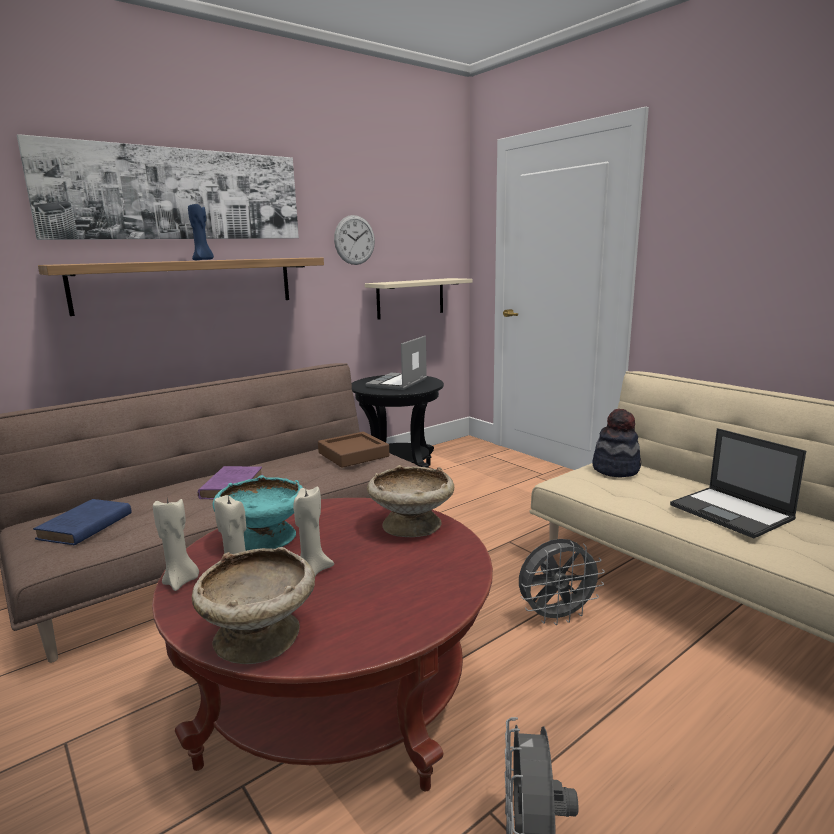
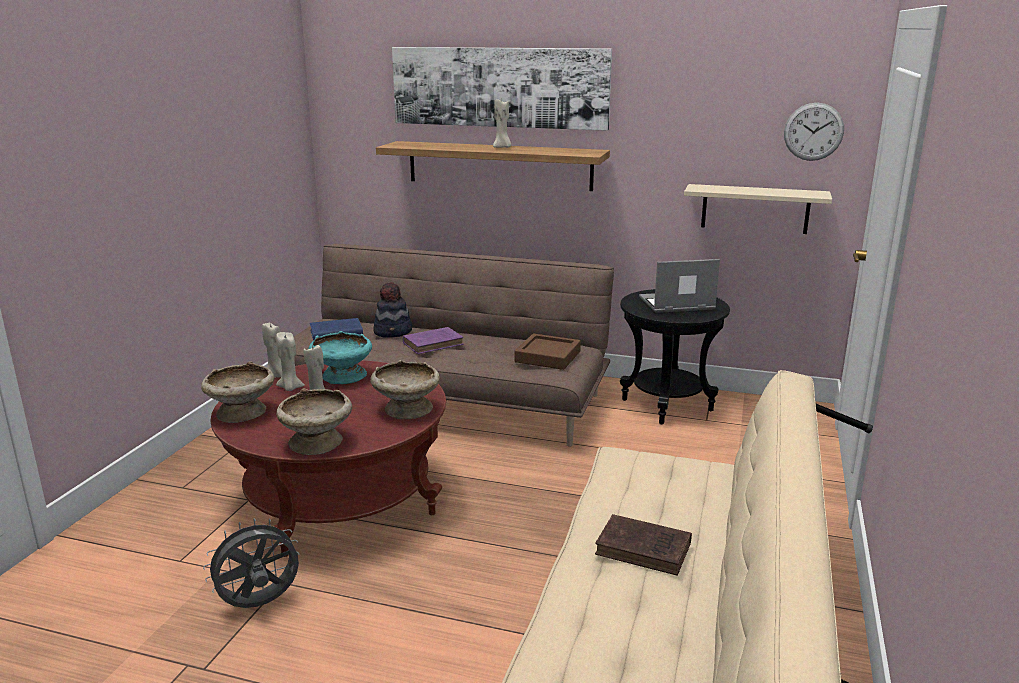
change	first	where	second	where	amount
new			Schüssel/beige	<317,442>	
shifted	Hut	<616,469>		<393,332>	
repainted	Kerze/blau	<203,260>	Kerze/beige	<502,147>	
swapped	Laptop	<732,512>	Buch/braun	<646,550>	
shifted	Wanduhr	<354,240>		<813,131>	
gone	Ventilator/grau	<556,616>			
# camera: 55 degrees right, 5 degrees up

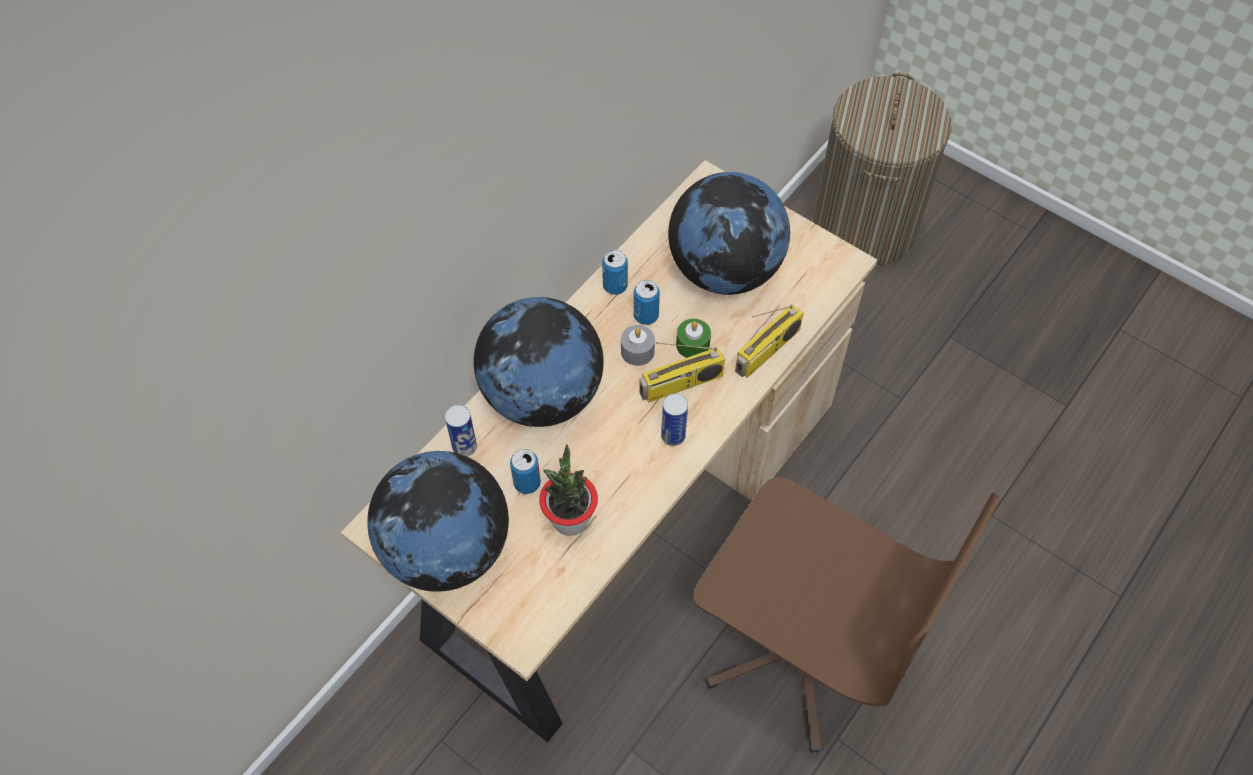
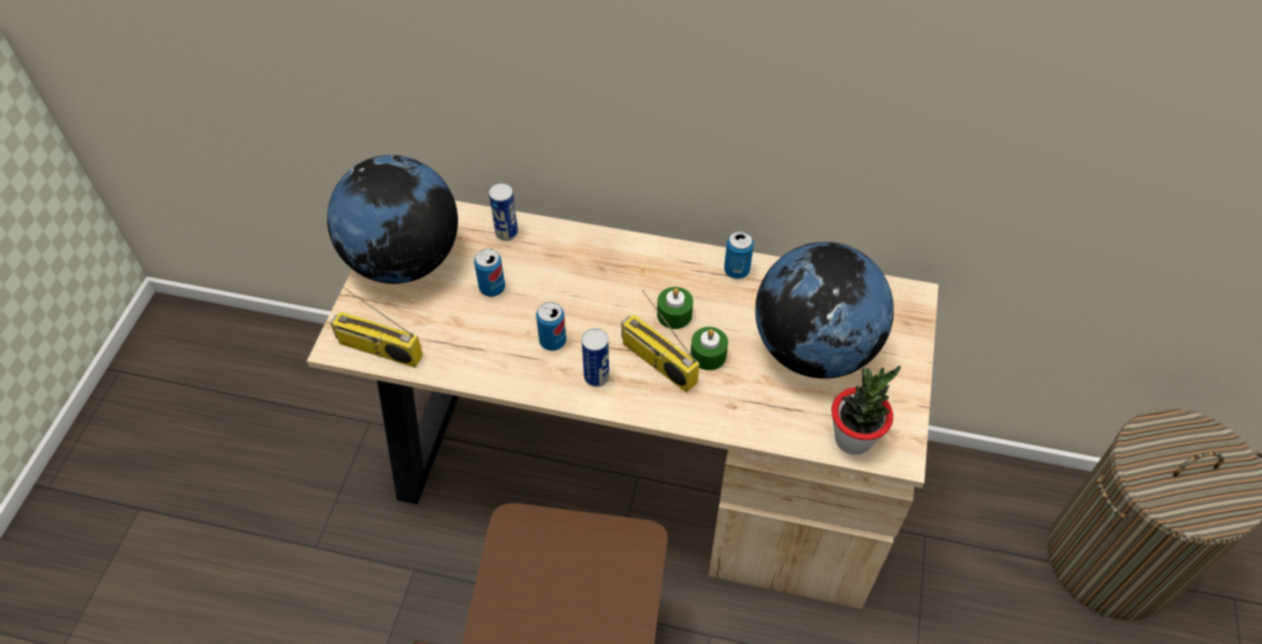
change	first	where	second	where	amount
shifted	Radio	<767,351>		<378,349>	
shifted	Dose	<646,316>		<552,341>	
repainted	Kerze/grau	<637,351>	Kerze/grün	<674,314>	
shifted	Topfpflanze	<570,519>		<853,438>	
gone	Globus	<542,395>			
# camera: 65 degrees right, 5 degrees down

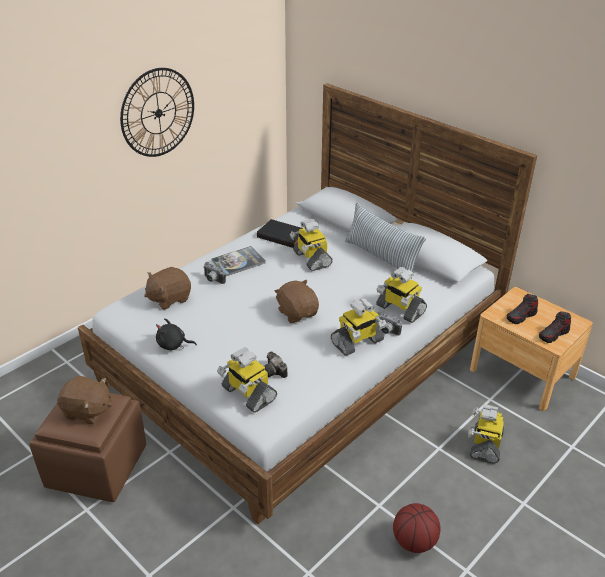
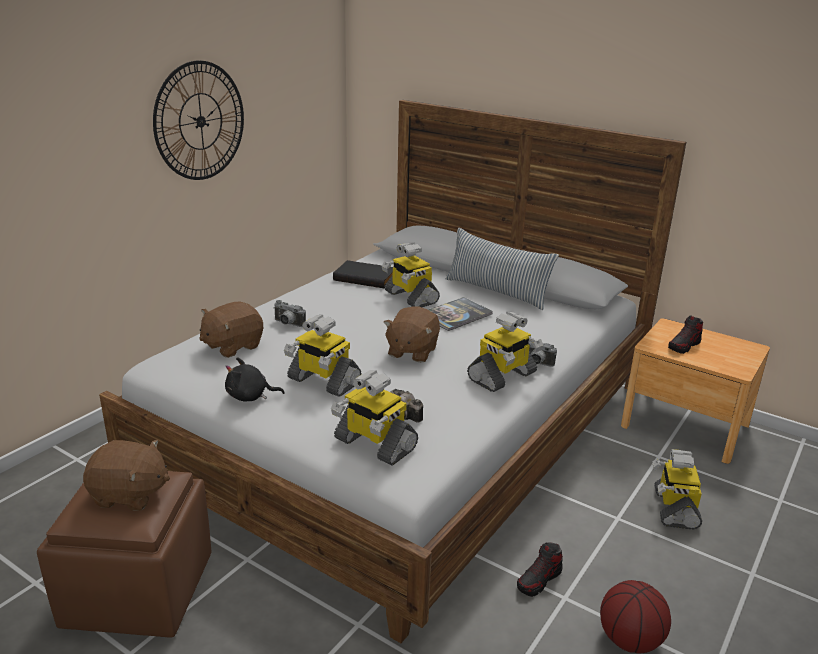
change	first	where	second	where	amount
shifted	Spielzeugroboter	<399,309>		<323,381>	
rotated	Plüschtier/braun	<297,313>		<412,351>	120 degrees counterclockwise
shifted	Buch	<238,262>		<456,315>	
shifted	Schuh	<553,335>		<539,580>	
# camera: 10 degrees left, 10 degrees down

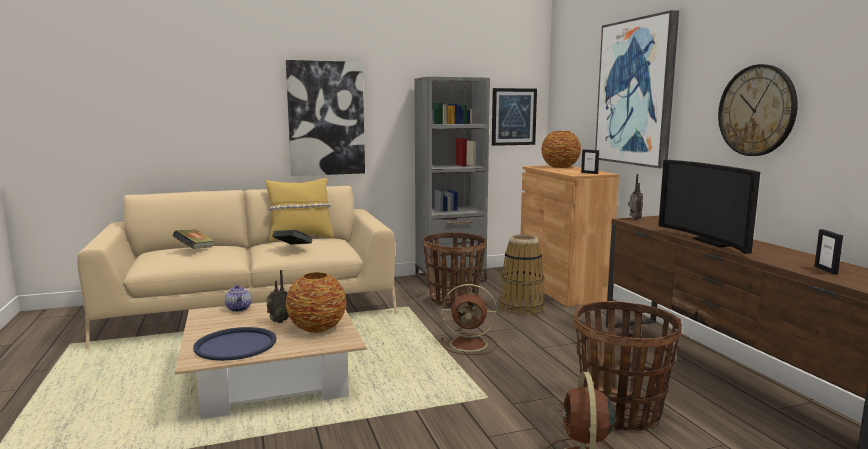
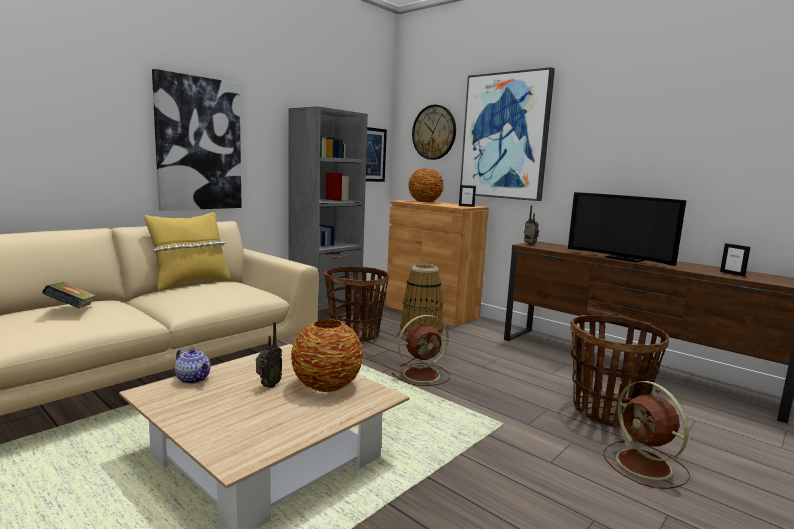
change	first	where	second	where	amount
shifted	Wanduhr	<757,110>		<434,132>	
gone	Tablett/blau	<235,345>			
gone	Buch	<293,248>			
# camera: 30 degrees left, 0 degrees up

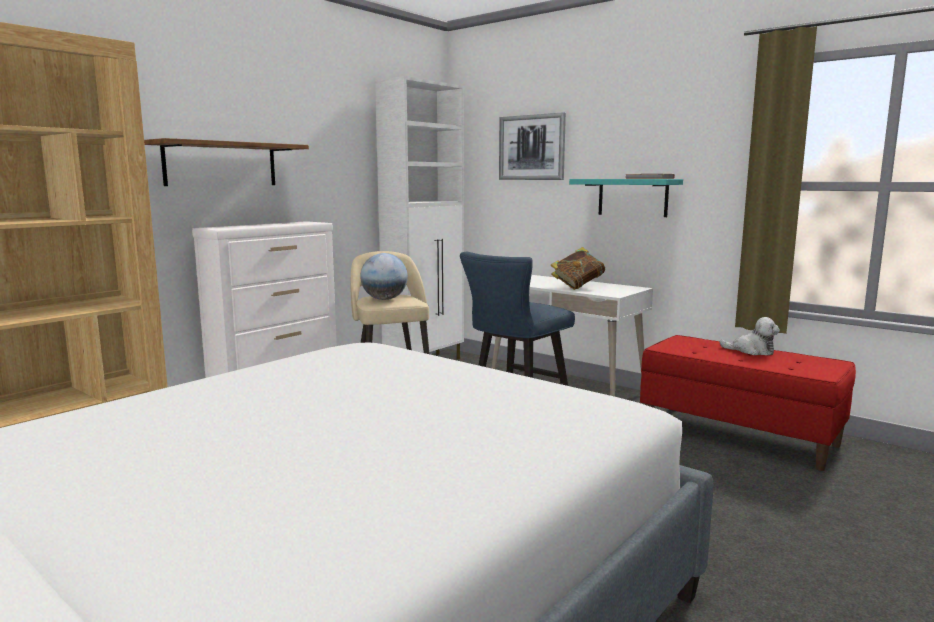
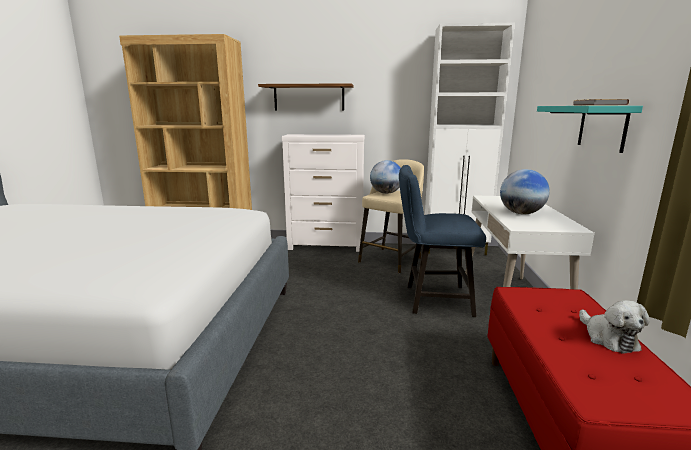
change	first	where	second	where	amount
swapped	Buch	<577,286>	Globus	<521,213>	
gone	Bild	<531,147>			
# camera: 55 degrees right, 5 degrees up

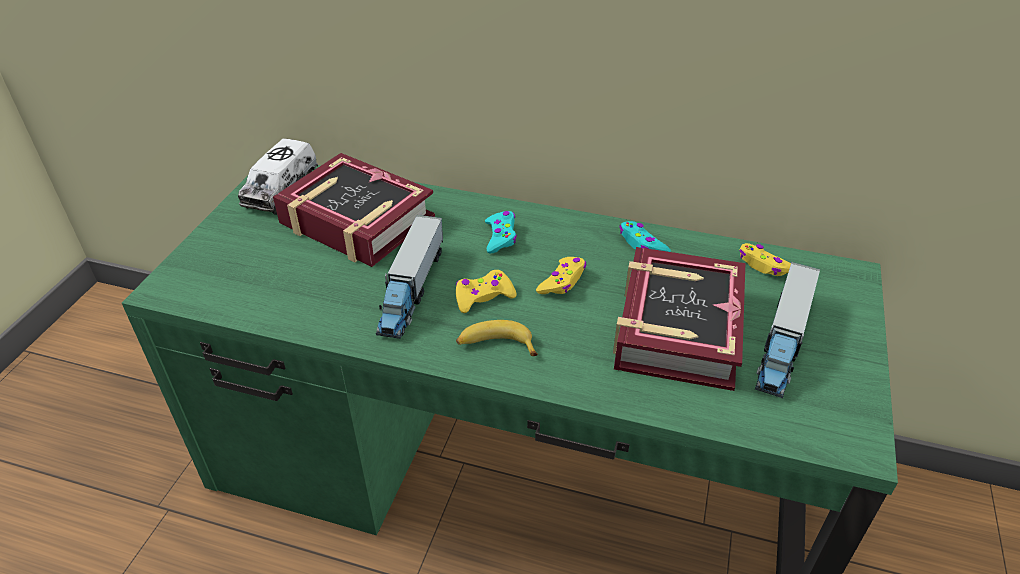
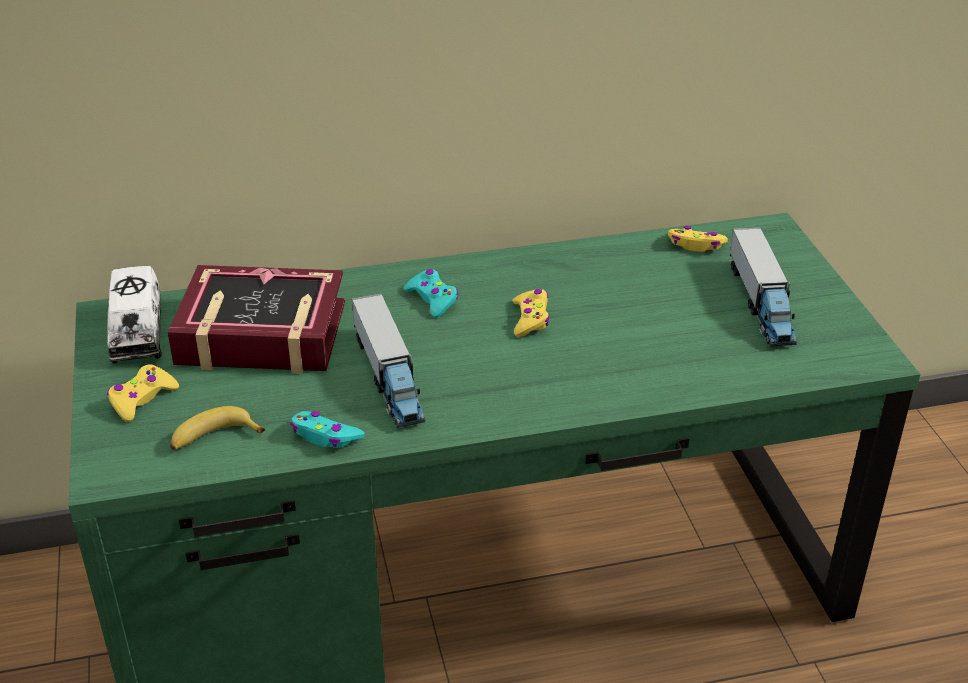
change	first	where	second	where	amount
shifted	Gamepad/gelb	<483,296>		<142,399>	
shifted	Banane	<495,345>		<213,438>	
shifted	Gamepad/türkis	<642,244>		<325,436>	
gone	Buch	<677,328>			
# camera: 30 degrees left, 5 degrees down

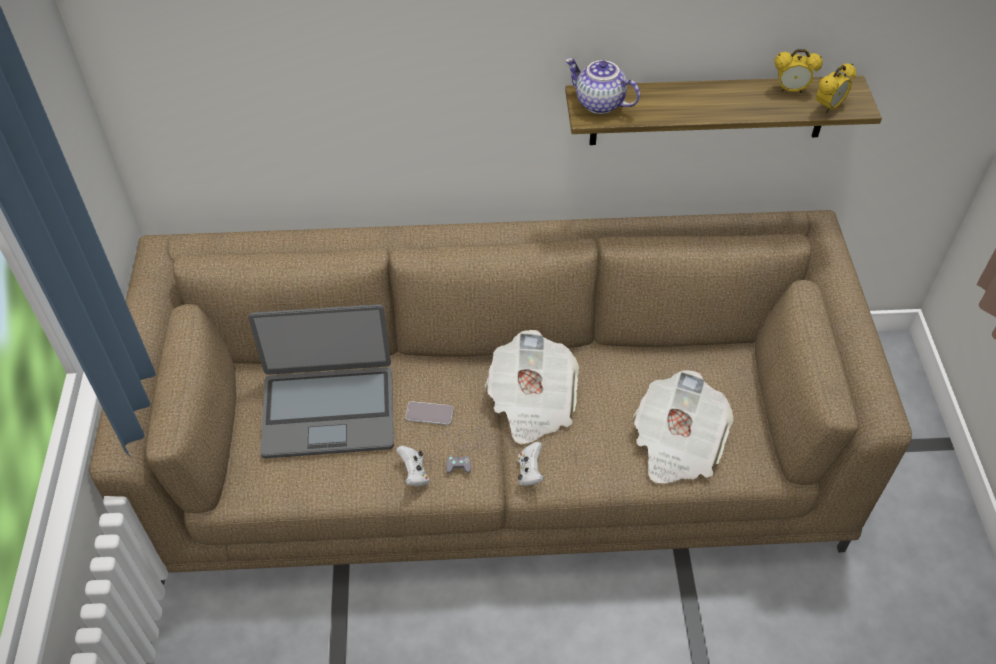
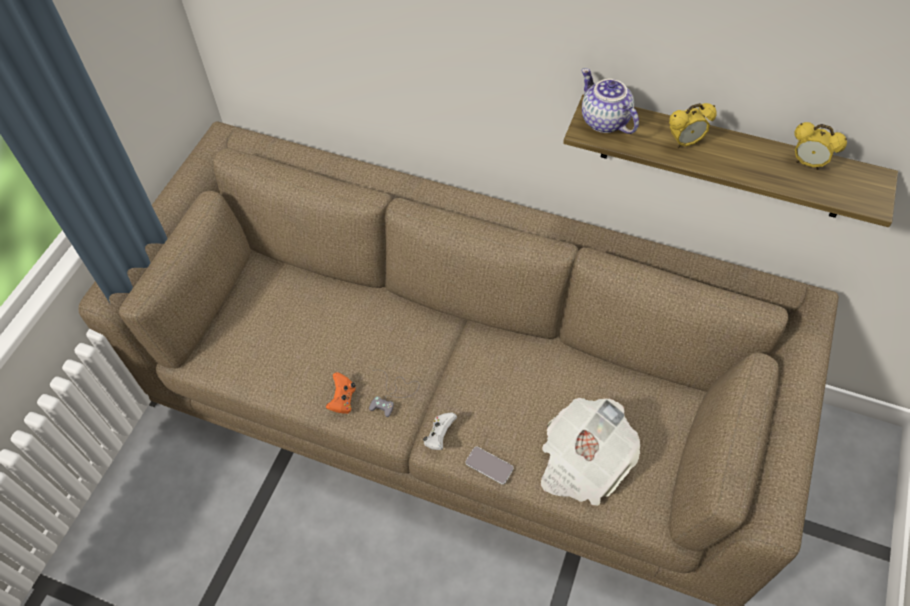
change	first	where	second	where	amount
repainted	Gamepad/weiß	<414,473>	Gamepad/orange	<342,400>	
shifted	Handy	<429,414>		<489,465>	
shifted	Wecker	<828,107>		<685,143>	
gone	Laptop	<328,411>			
gone	Zeitung	<531,403>			
# camera: 25 degrees right, 5 degrees up

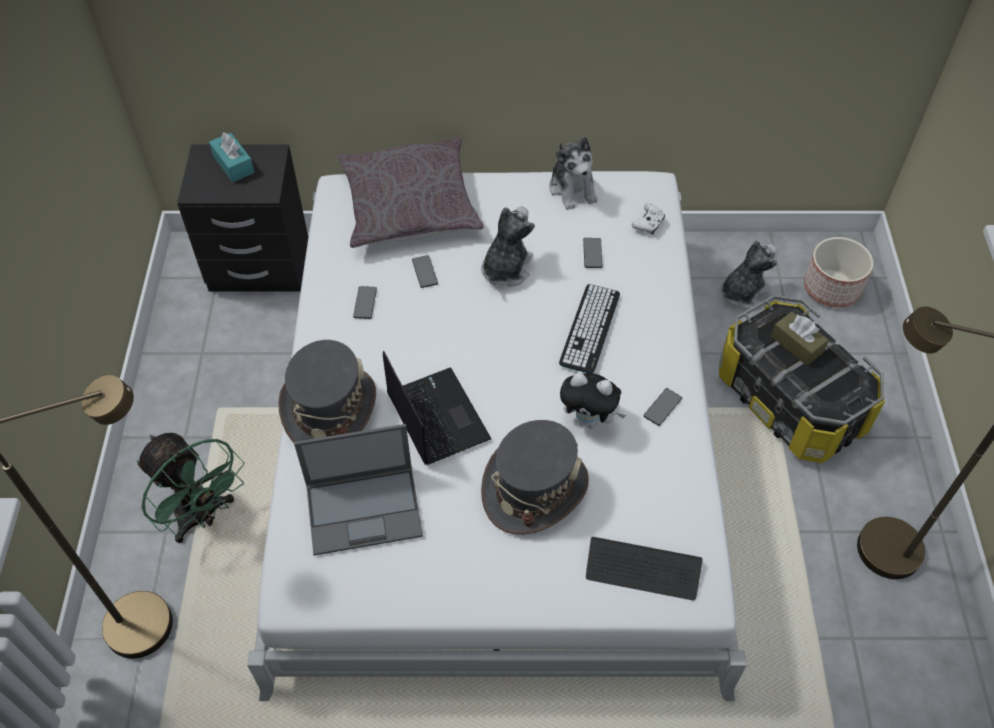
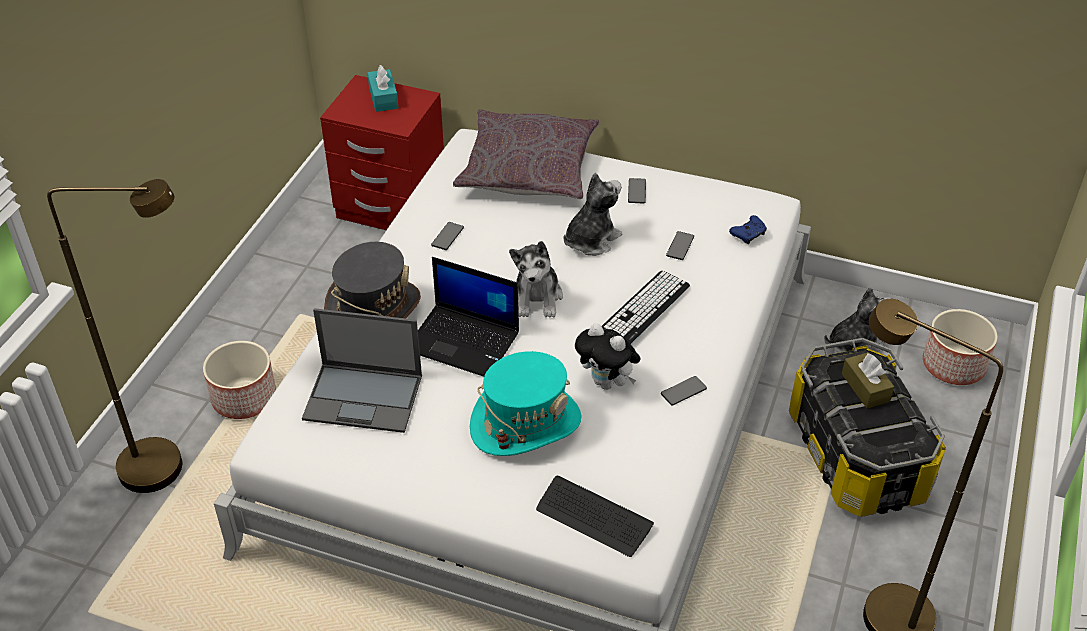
change	first	where	second	where	amount
swapped	Ventilator/grün	<202,517>	Pflanzkübel	<244,397>	
repainted	Nachttisch/schwarz	<259,265>	Nachttisch/rot	<391,207>	
rotated	Laptop	<436,416>		<464,341>	120 degrees clockwise
repainted	Hut/grau	<534,488>	Hut/türkis	<525,423>	
shifted	Plüschtier	<573,189>		<537,297>	
shifted	Handy	<424,272>		<637,191>	
repainted	Gamepad/weiß	<648,223>	Gamepad/blau	<748,234>	
# camera: 20 degrees right, 10 degrees down

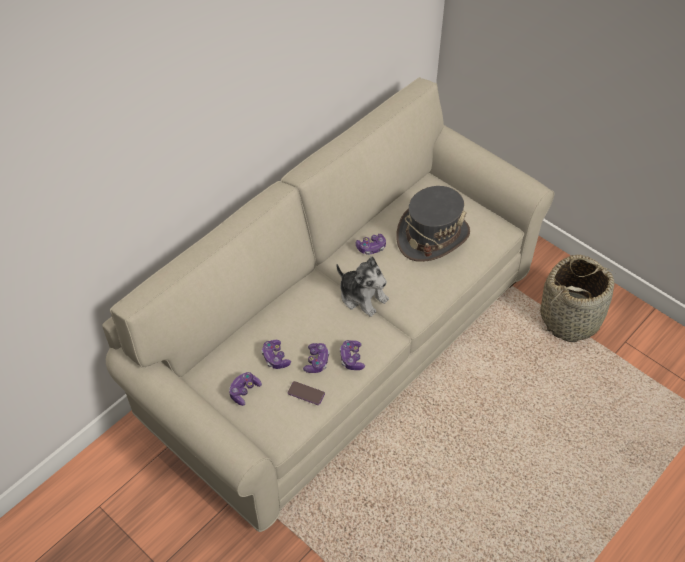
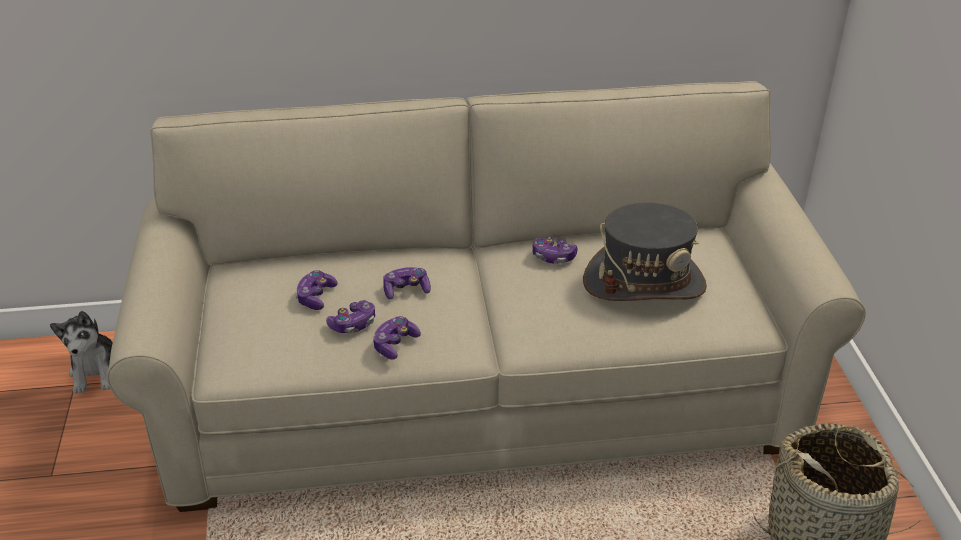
change	first	where	second	where	amount
shifted	Plüschtier	<362,296>		<97,372>	
shifted	Gamepad	<244,391>		<406,290>	
gone	Handy	<306,393>			
# camera: 40 degrees right, 15 degrees down

